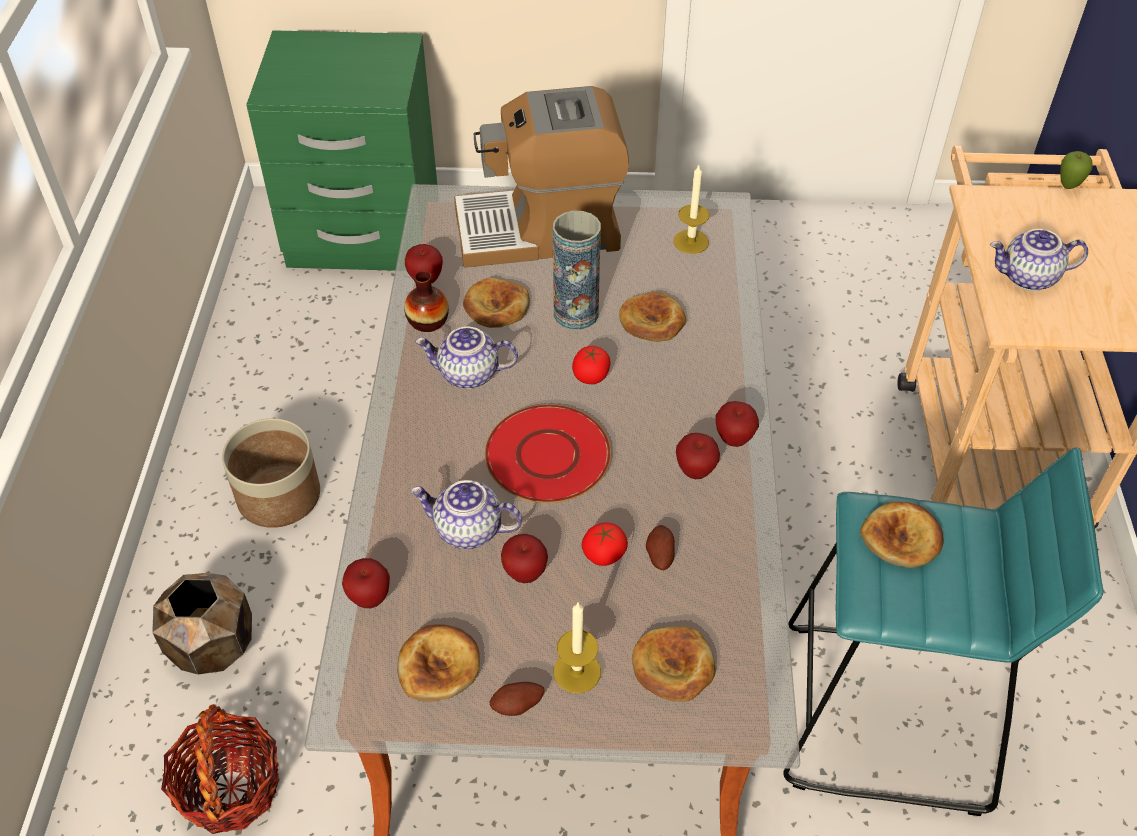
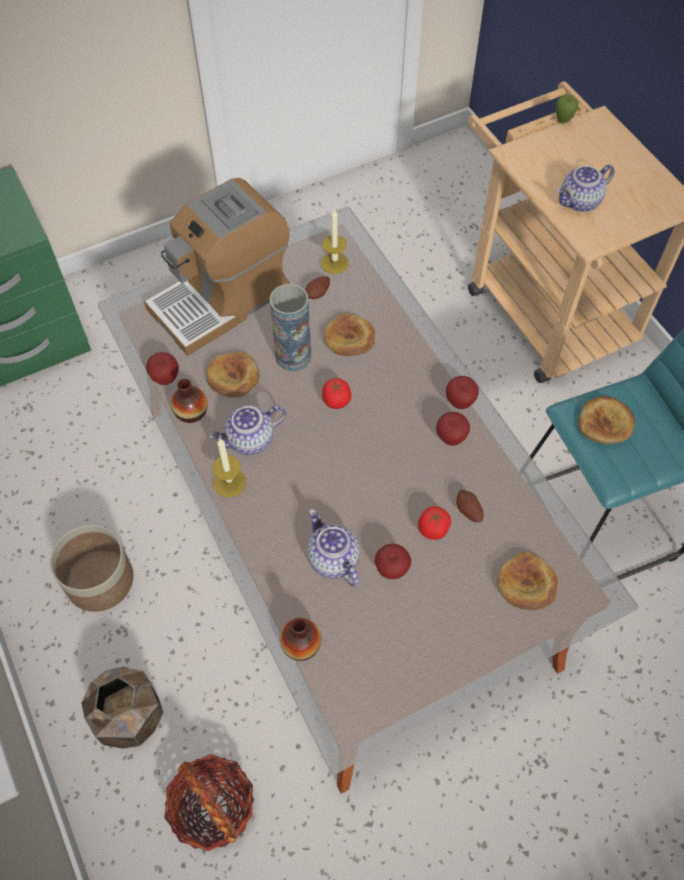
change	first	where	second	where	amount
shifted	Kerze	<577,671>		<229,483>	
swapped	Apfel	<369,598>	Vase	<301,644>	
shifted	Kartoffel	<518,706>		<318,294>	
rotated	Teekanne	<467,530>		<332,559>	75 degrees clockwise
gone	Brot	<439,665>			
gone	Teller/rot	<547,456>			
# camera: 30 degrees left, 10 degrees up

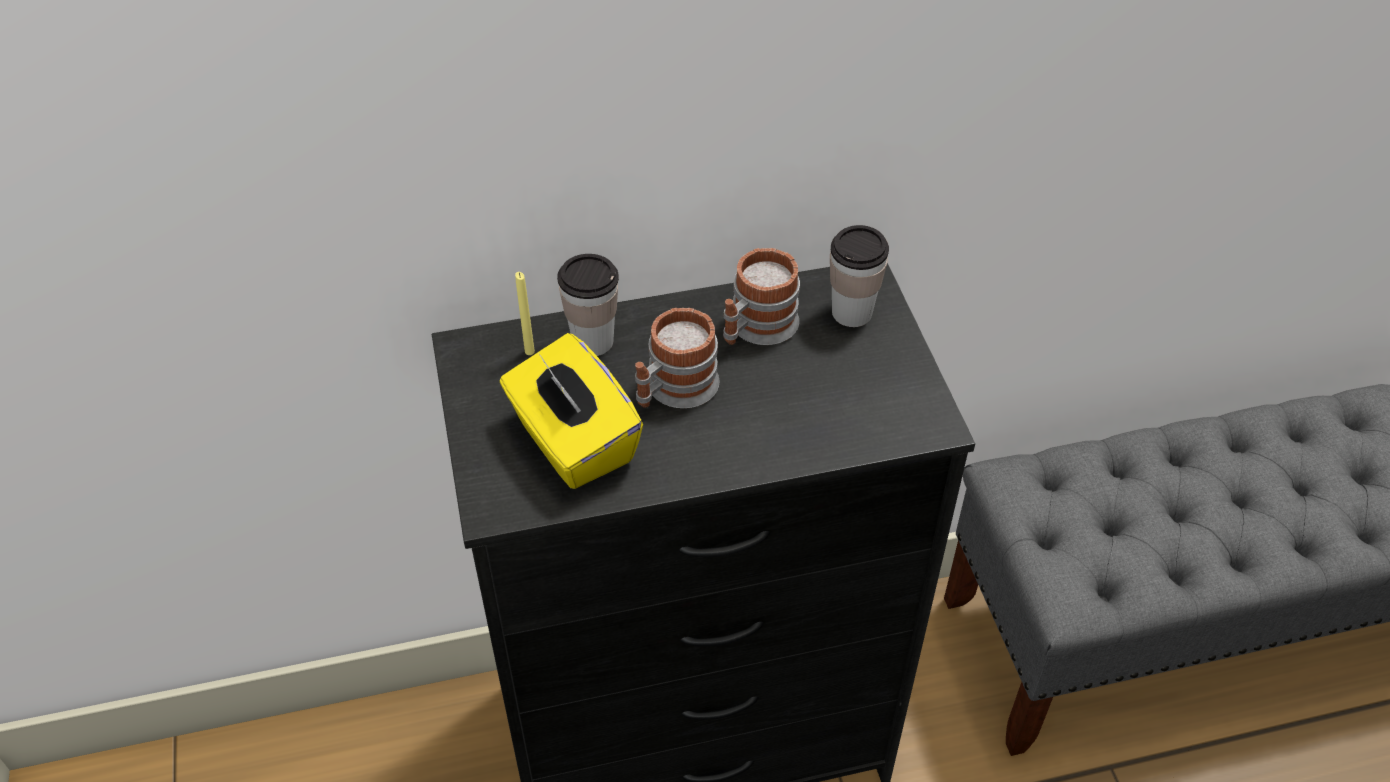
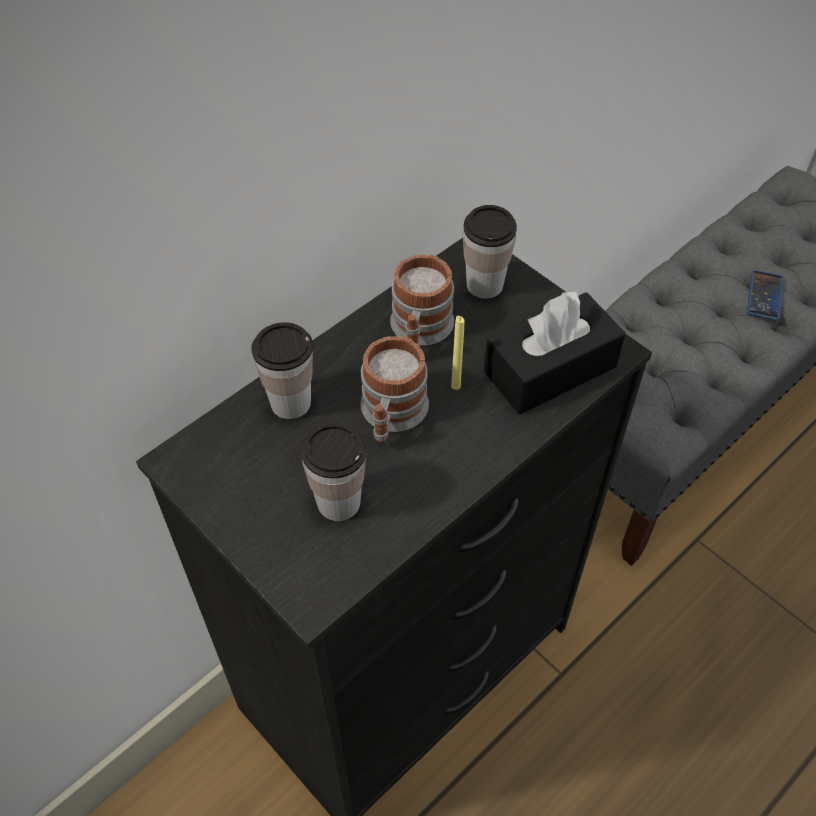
change	first	where	second	where	amount
swapped	Taschentuchbox/gelb	<572,442>	Tasse	<339,502>	
shifted	Kerze/gelb	<529,351>		<455,386>	
new			Taschentuchbox/schwarz	<550,369>	
new			Handy	<764,296>	
# camera: 30 degrees left, 5 degrees up

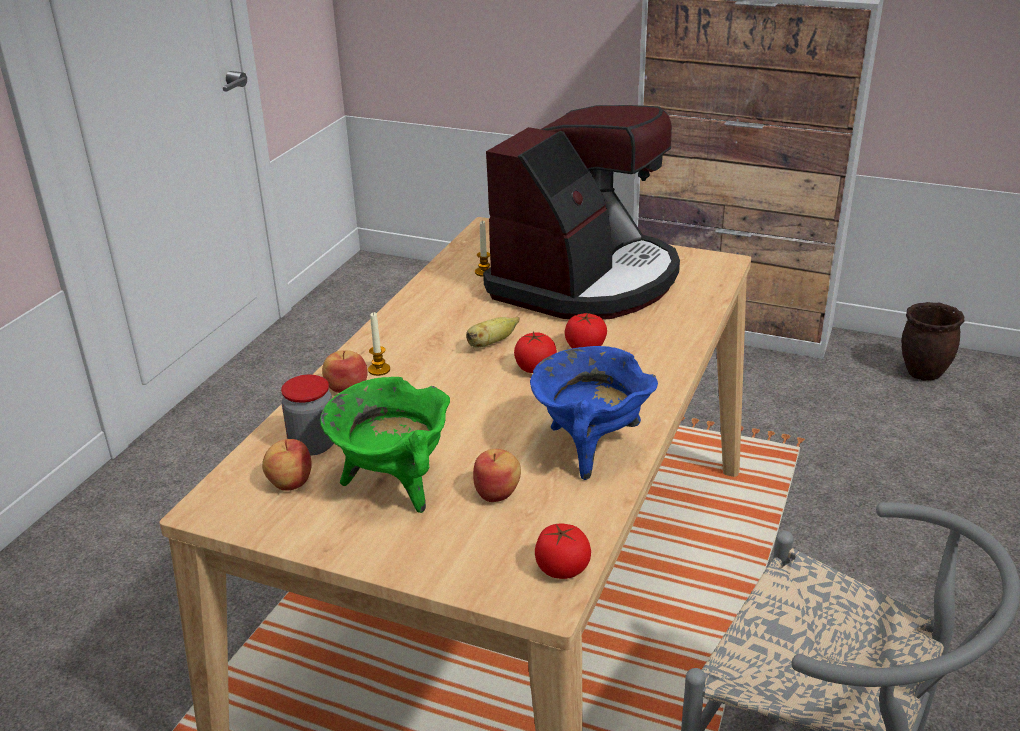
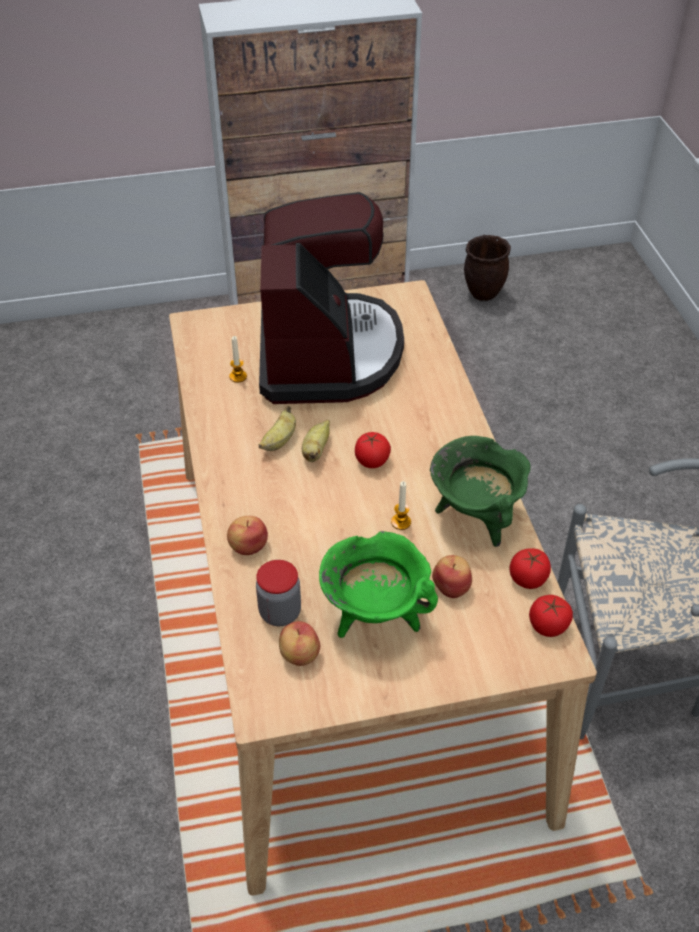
change	first	where	second	where	amount
new			Banane	<279,441>	
shifted	Kerze	<379,369>		<401,522>	
repainted	Kochtopf/blau	<589,448>	Kochtopf/grün	<475,517>	
shifted	Tomate	<585,347>		<528,579>	
# camera: 35 degrees left, 15 degrees up

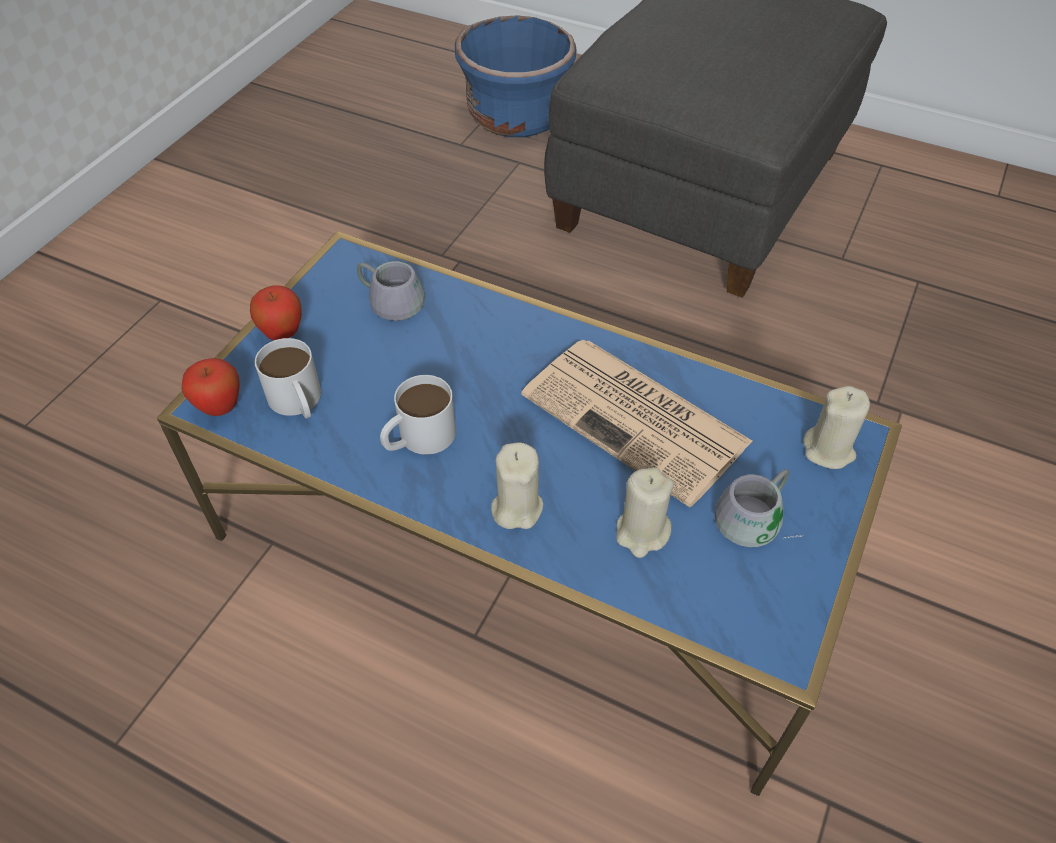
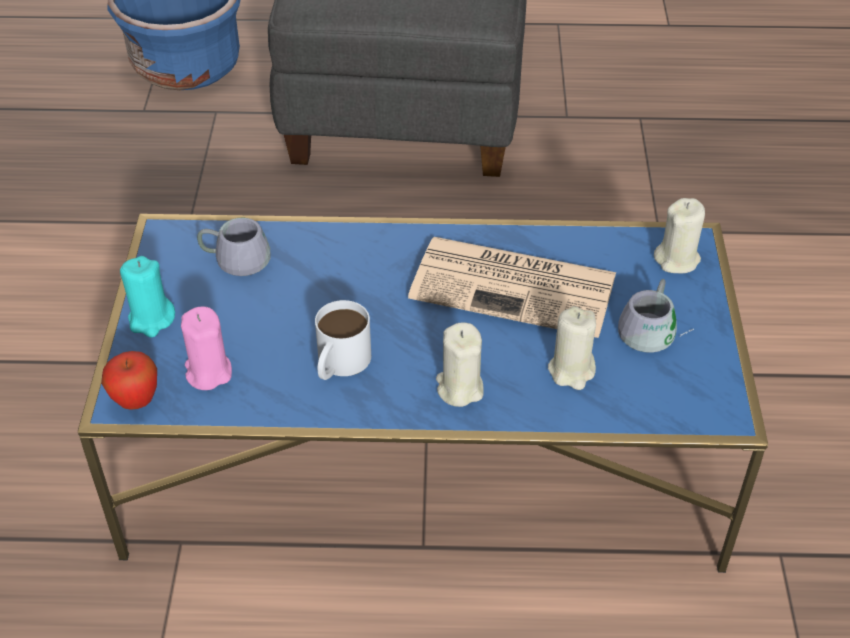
change	first	where	second	where	amount
swapped	Apfel	<282,334>	Kerze/türkis	<151,319>	
swapped	Henkelbecher/weiß	<298,402>	Kerze/rosa	<208,372>	
# camera: 25 degrees left, 5 degrees down

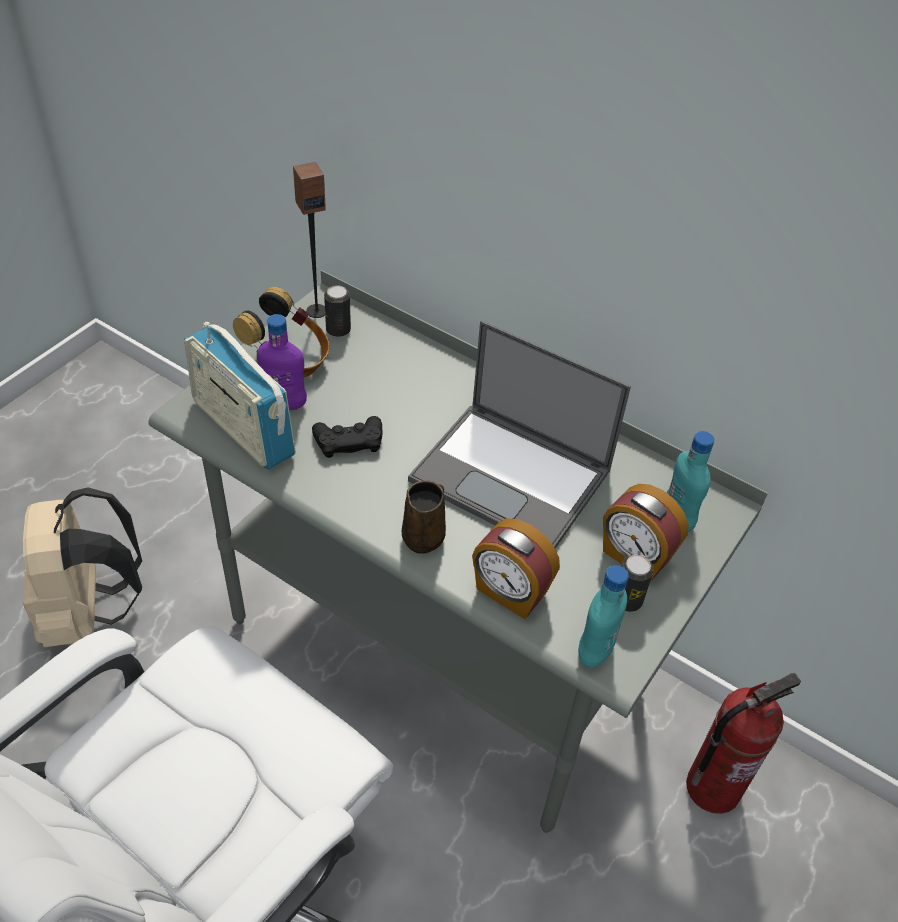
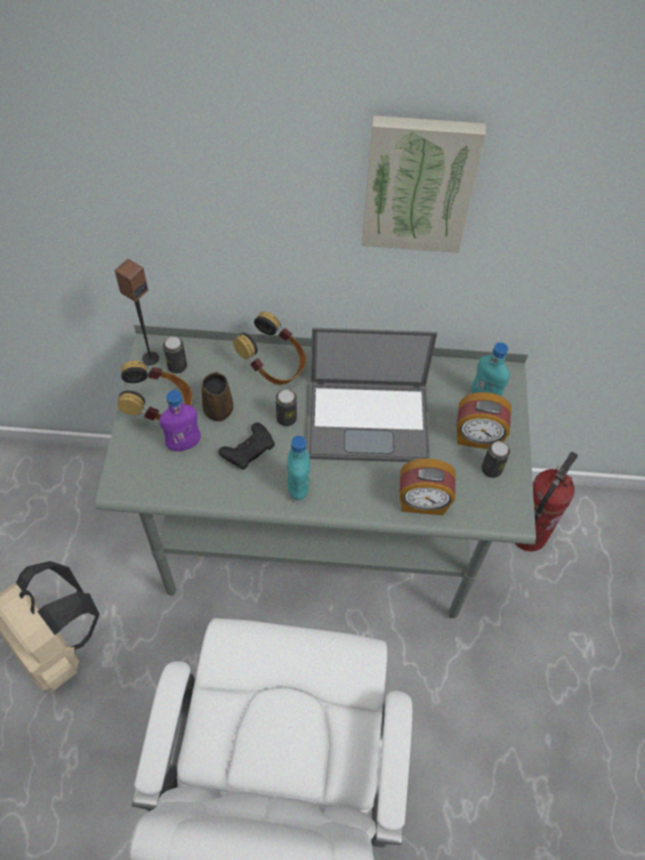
change	first	where	second	where	amount
shifted	Henkelbecher/braun	<424,536>		<218,408>	
new			Kopfhörer	<274,366>	
new			Dose	<286,418>	
shifted	Flasche/türkis	<595,651>		<298,487>	
new			Bild	<419,183>	
gone	Radio	<243,428>			
# camera: 30 degrees left, 10 degrees up

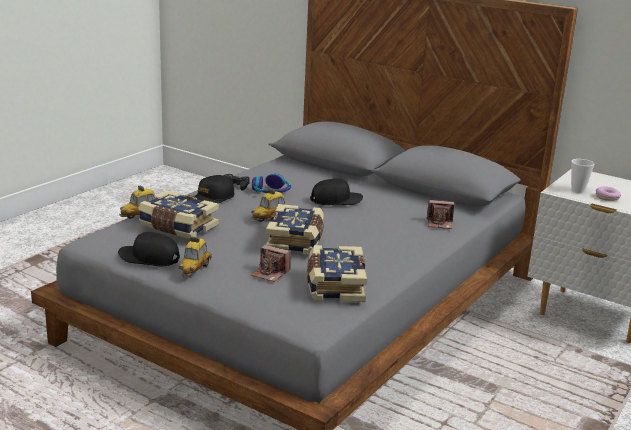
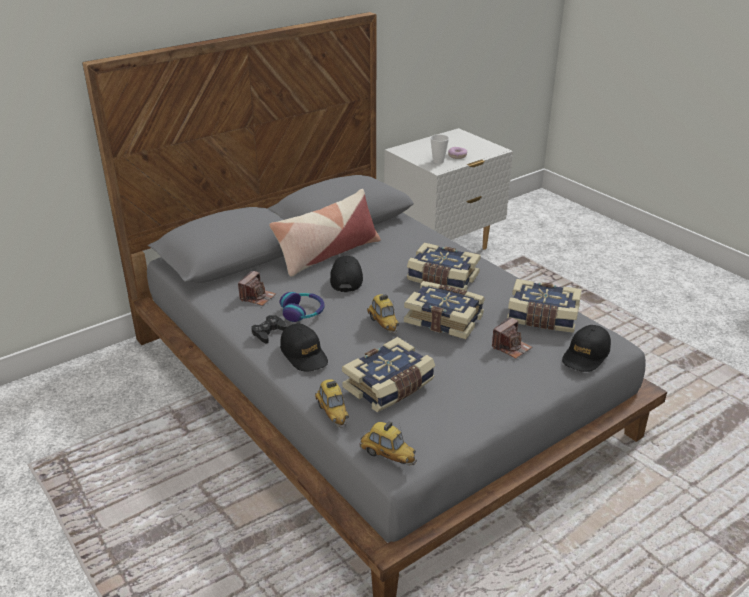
change	first	where	second	where	amount
shifted	Kamera	<440,223>		<257,297>	
new			Kissen	<328,254>	
shifted	Spielzeugauto	<195,269>		<388,455>	
new			Buch	<442,279>	
shifted	Kappe/schwarz	<149,258>		<586,355>	
# camera: 70 degrees left, 10 degrees up

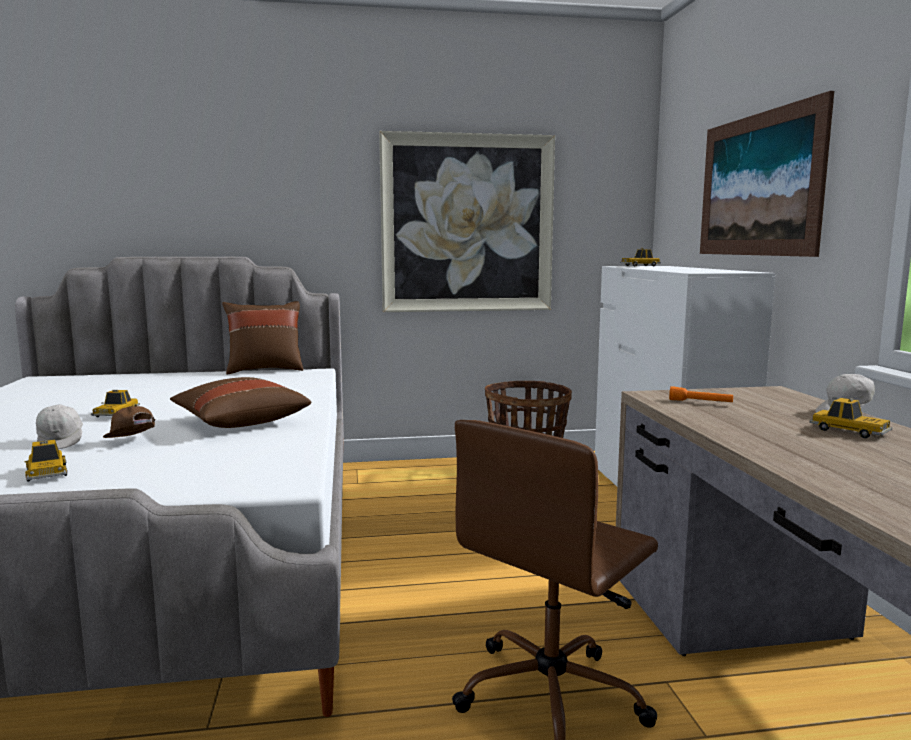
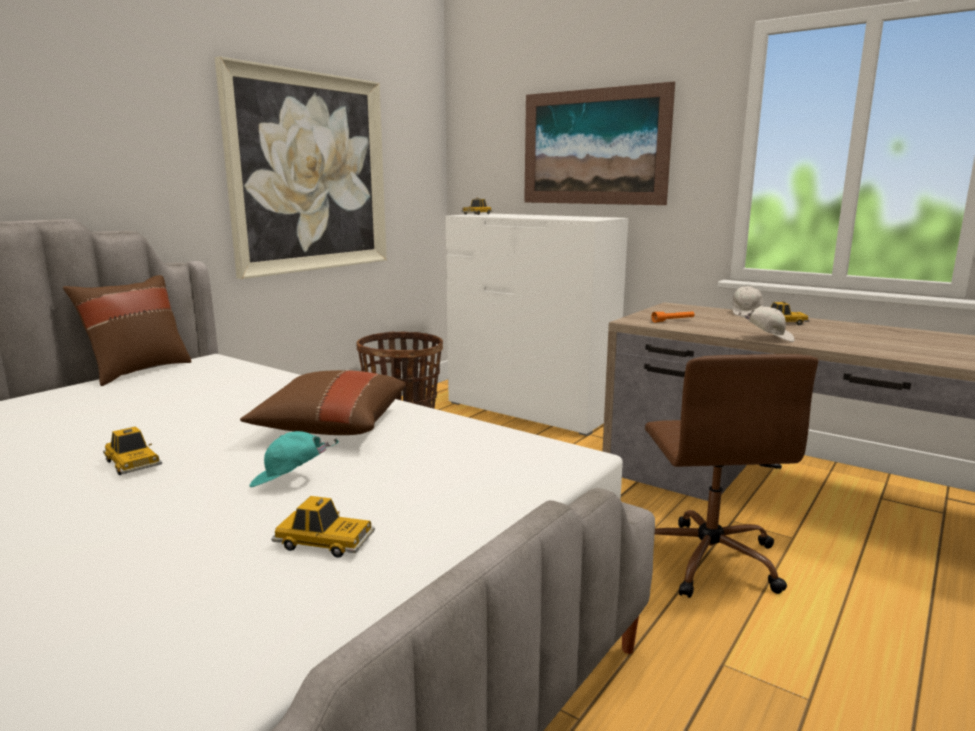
change	first	where	second	where	amount
repainted	Kappe/braun	<131,442>	Kappe/türkis	<290,481>	
shifted	Kappe/weiß	<61,442>		<768,338>	
# camera: 45 degrees left, 5 degrees up

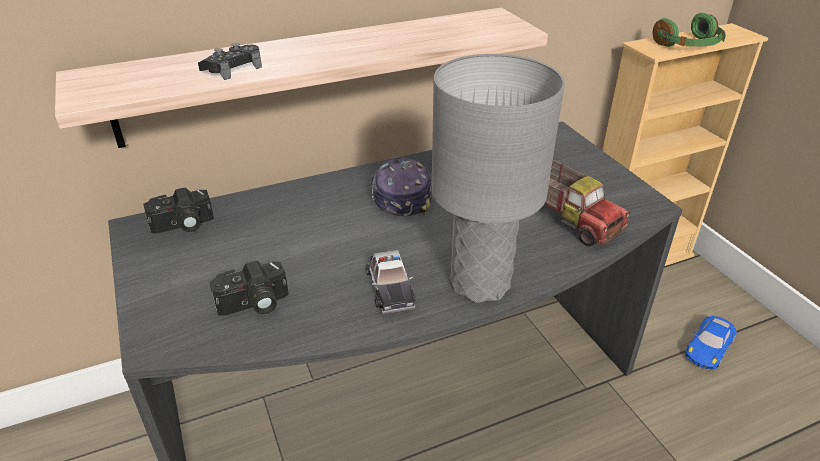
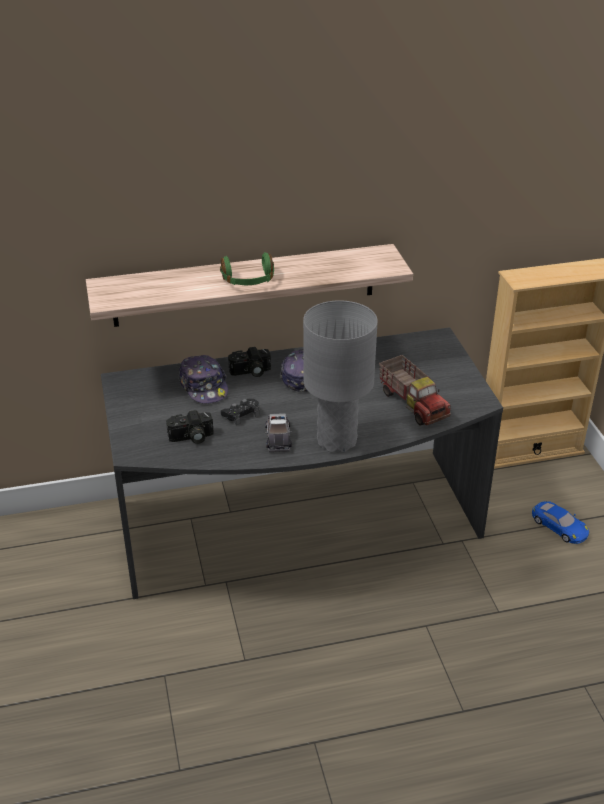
change	first	where	second	where	amount
new			Kappe	<204,387>	
shifted	Kopfhörer/grün	<689,45>		<248,281>	
shifted	Gamepad/schwarz	<232,69>		<241,414>	
shifted	Kamera	<183,226>		<250,372>	
rotated	Spielzeugauto/blau	<709,346>		<559,526>	90 degrees counterclockwise
# camera: 10 degrees right, 0 degrees up

